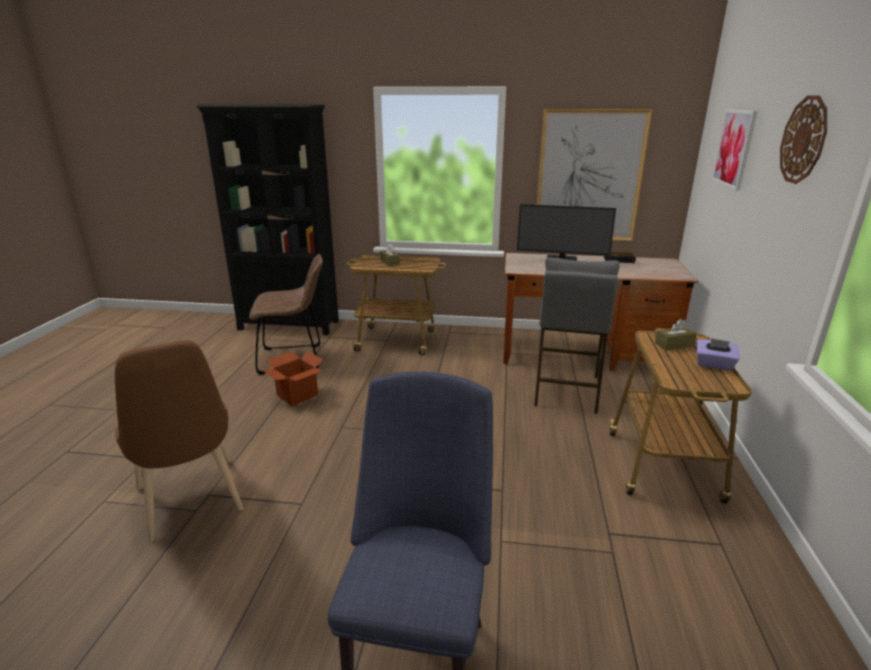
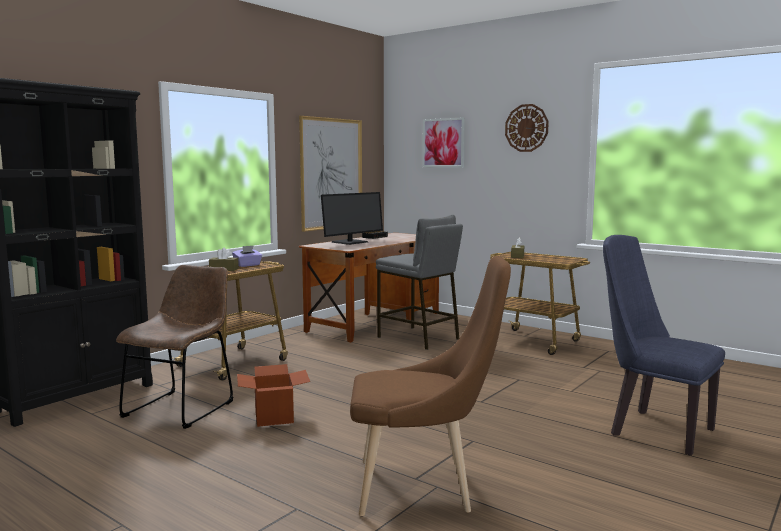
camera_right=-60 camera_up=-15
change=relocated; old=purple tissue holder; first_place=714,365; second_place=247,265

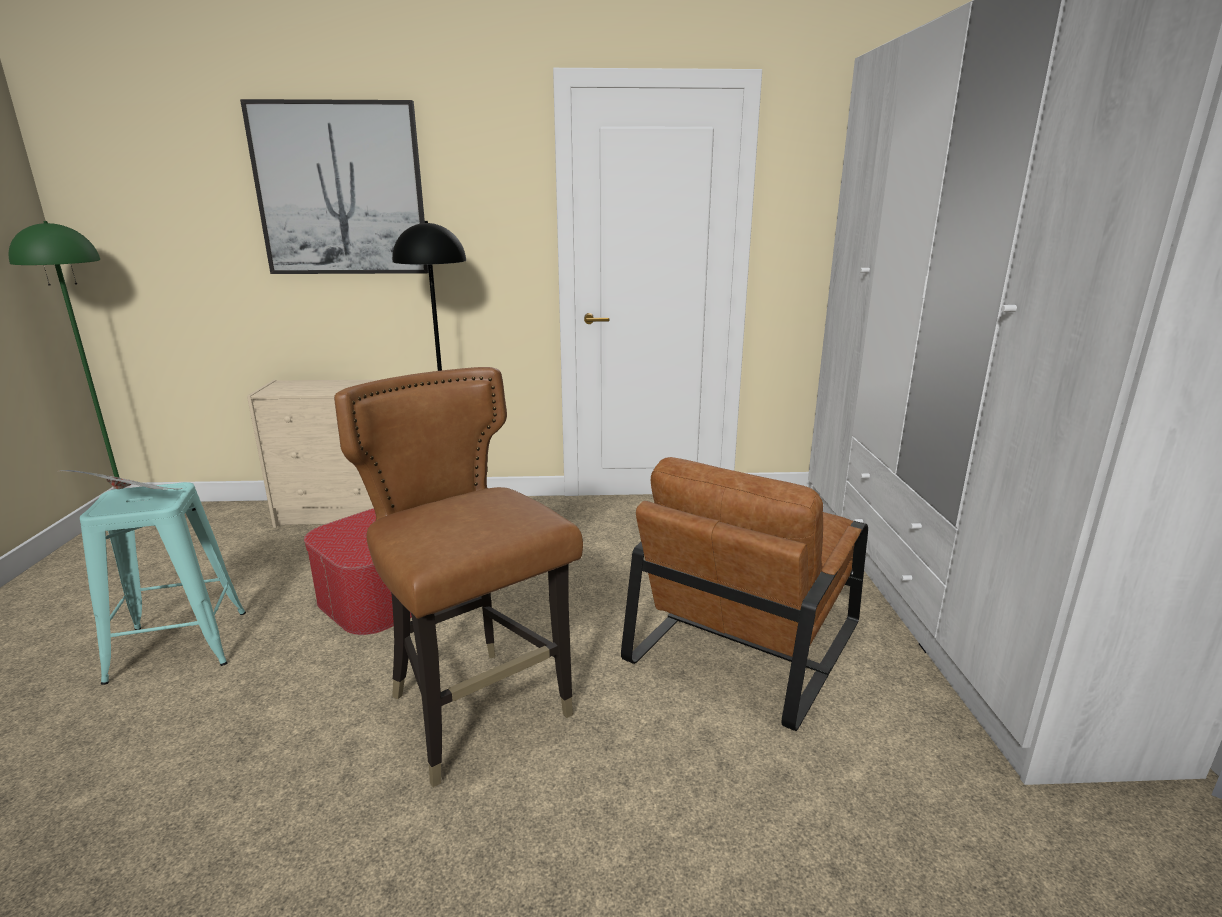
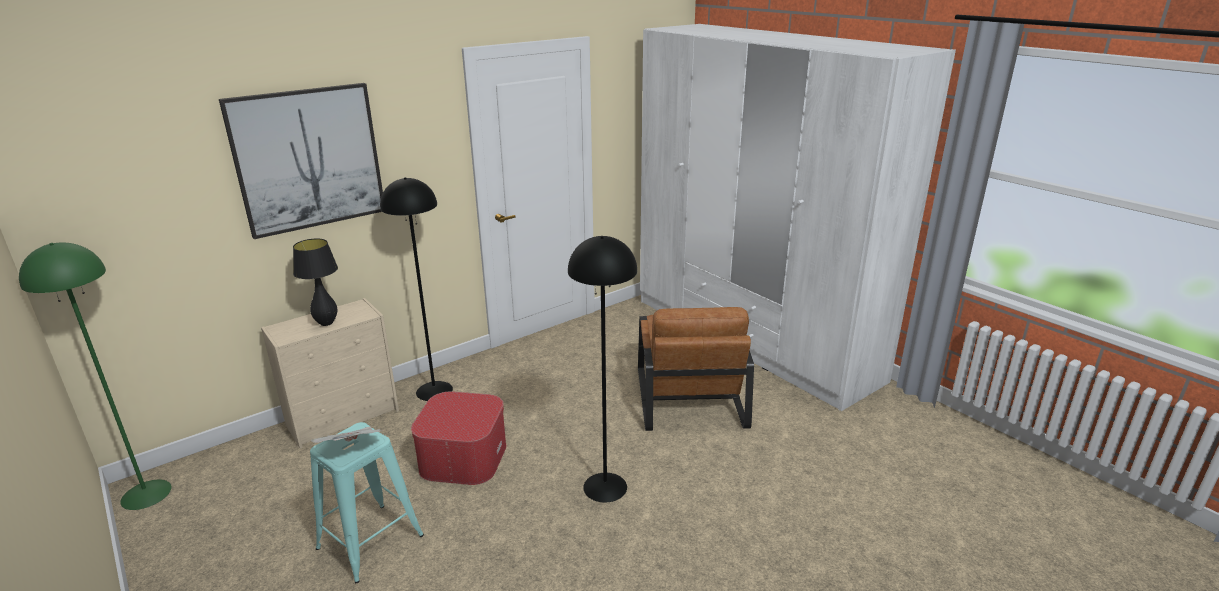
camera_right=-35 camera_up=5
change=appeared; new=blackish table lamp; second_place=326,323
change=exchanged; old=brown chair; new=blackish standard lamp; first_place=477,711; second_place=605,486

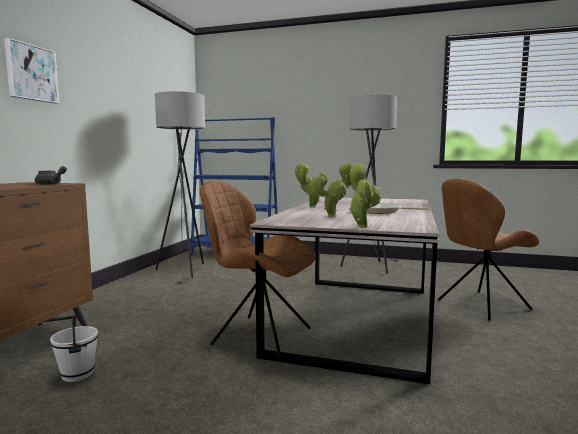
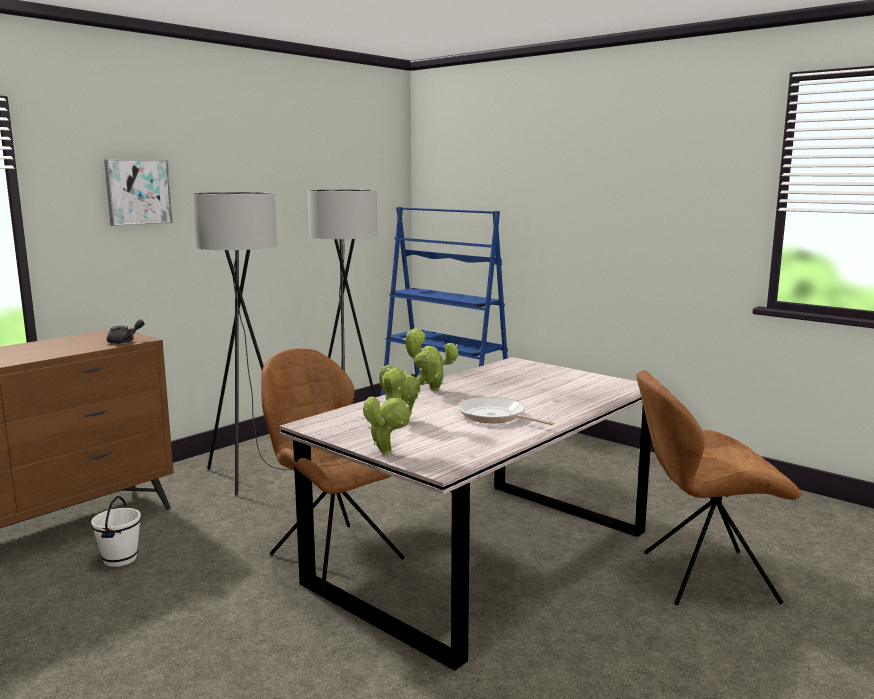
camera_right=25 camera_up=5
change=relocated; old=greyish standard lamp; first_place=370,266; second_place=253,475

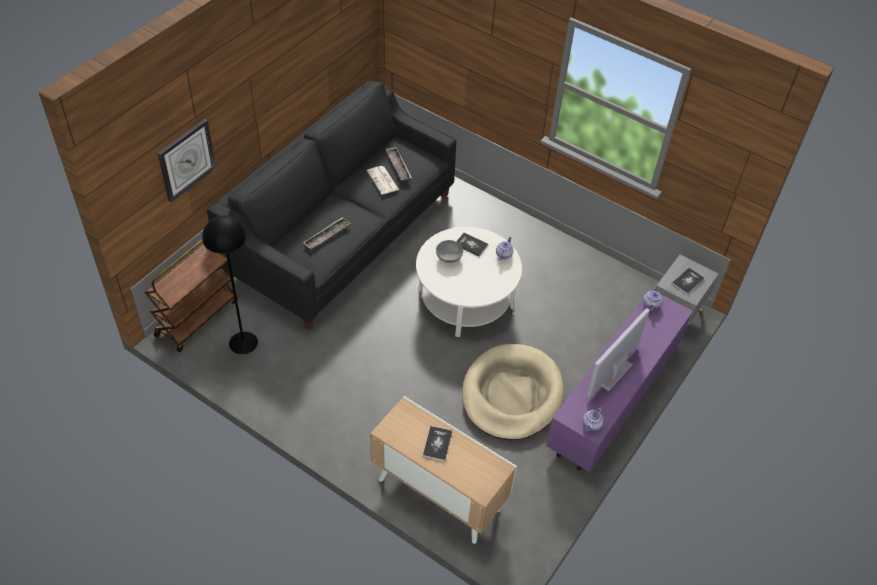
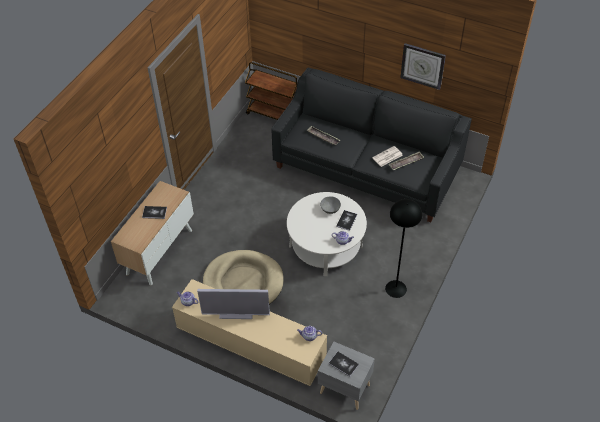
camera_right=85 camera_up=0
change=relocated; old=hanging clock; first_place=186,160; second_place=422,66
change=relocated; old=blackish standard lamp; first_place=243,342; second_place=396,289
change=colour; old=purple media console; new=beige-coloured media console; first_place=612,399; second_place=250,346
change=spun; old=TV; first_place=614,373; second_place=236,313; degrees=150

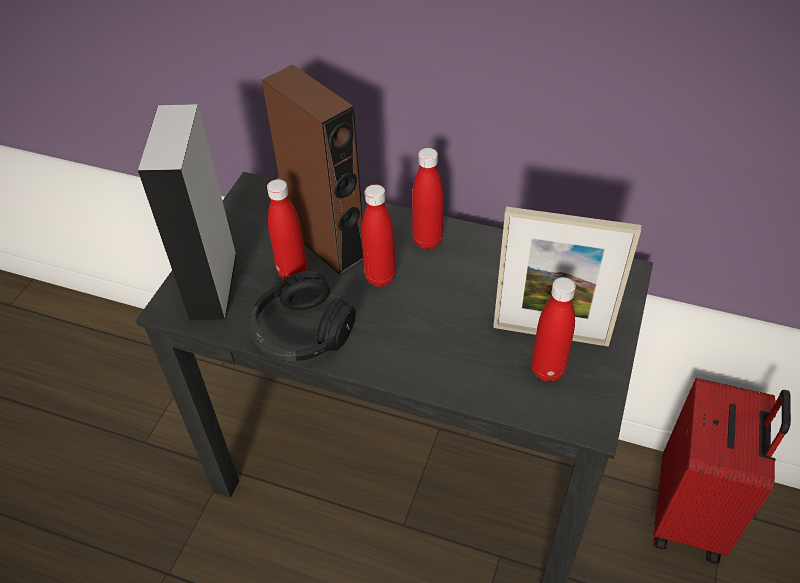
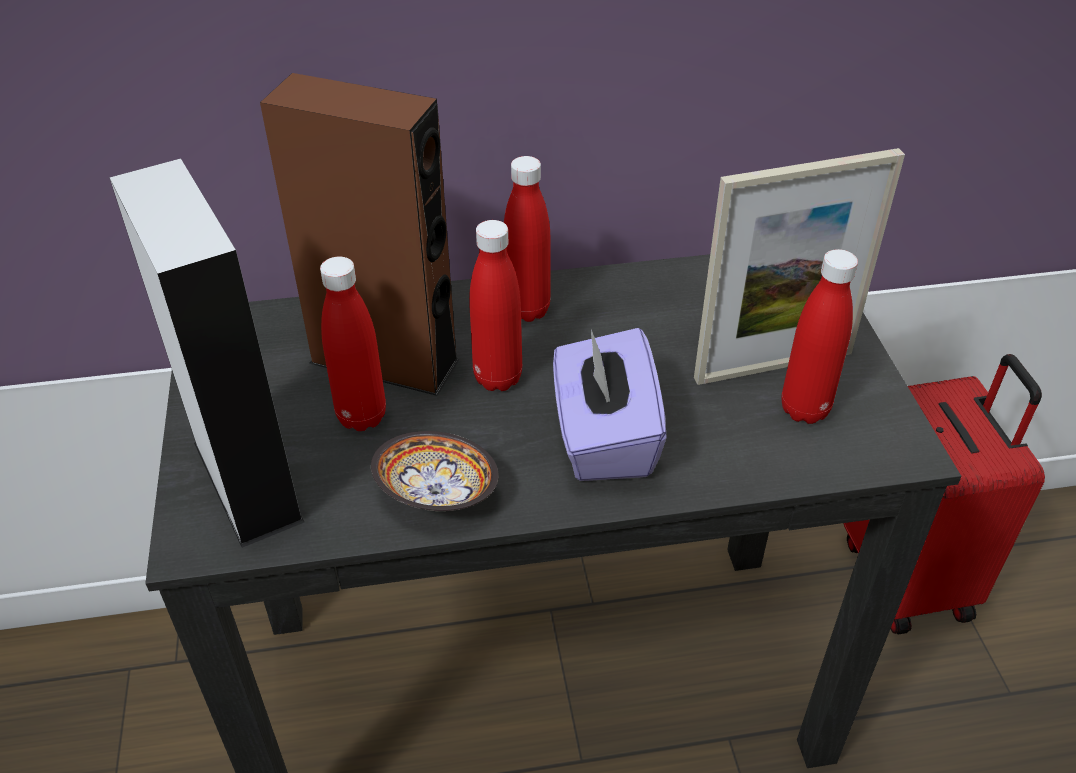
camera_right=-30 camera_up=-5
change=appeared; new=purple tissue holder; second_place=603,437
change=exchanged; old=blackish headphones; new=bowl; first_place=300,332; second_place=437,493

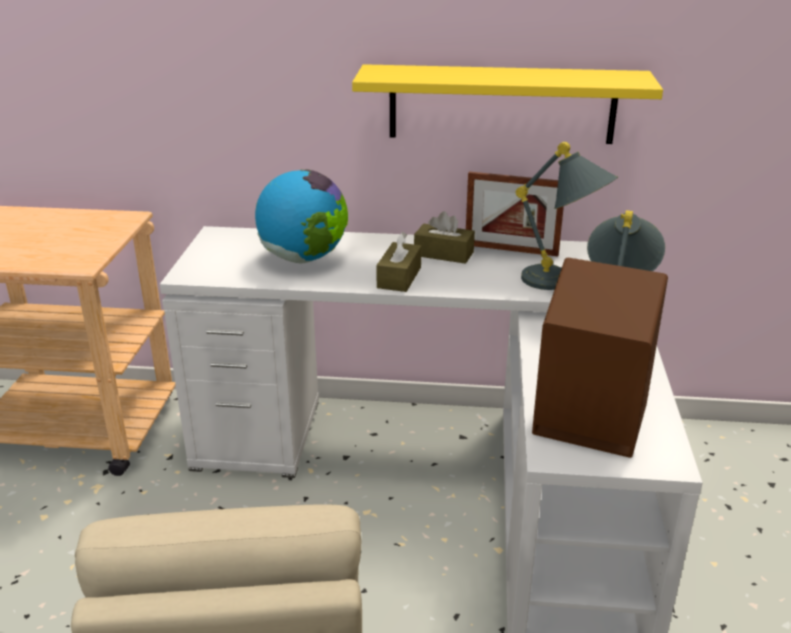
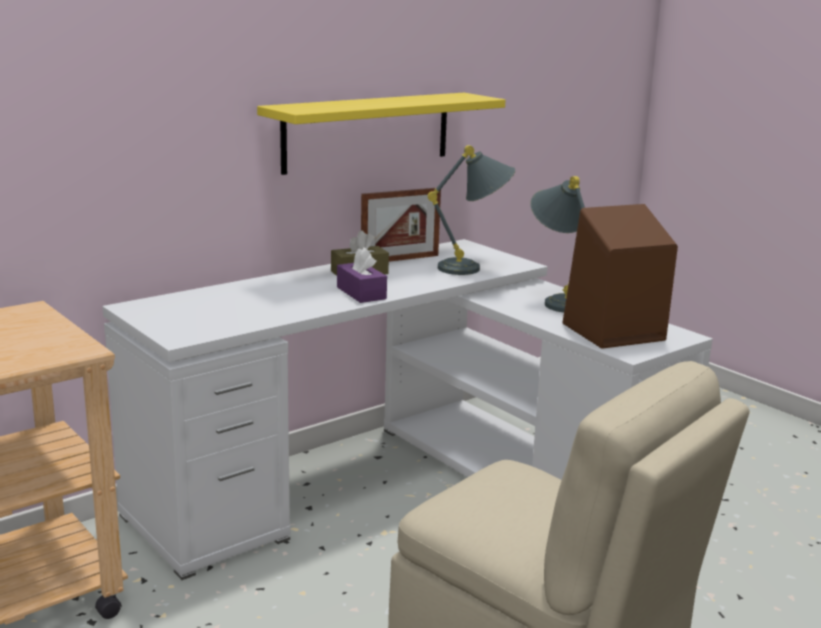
camera_right=-45 camera_up=-10
change=missing; old=desk globe; first_place=304,259
change=colour; old=brown tissue holder; new=purple tissue holder; first_place=399,277; second_place=361,293

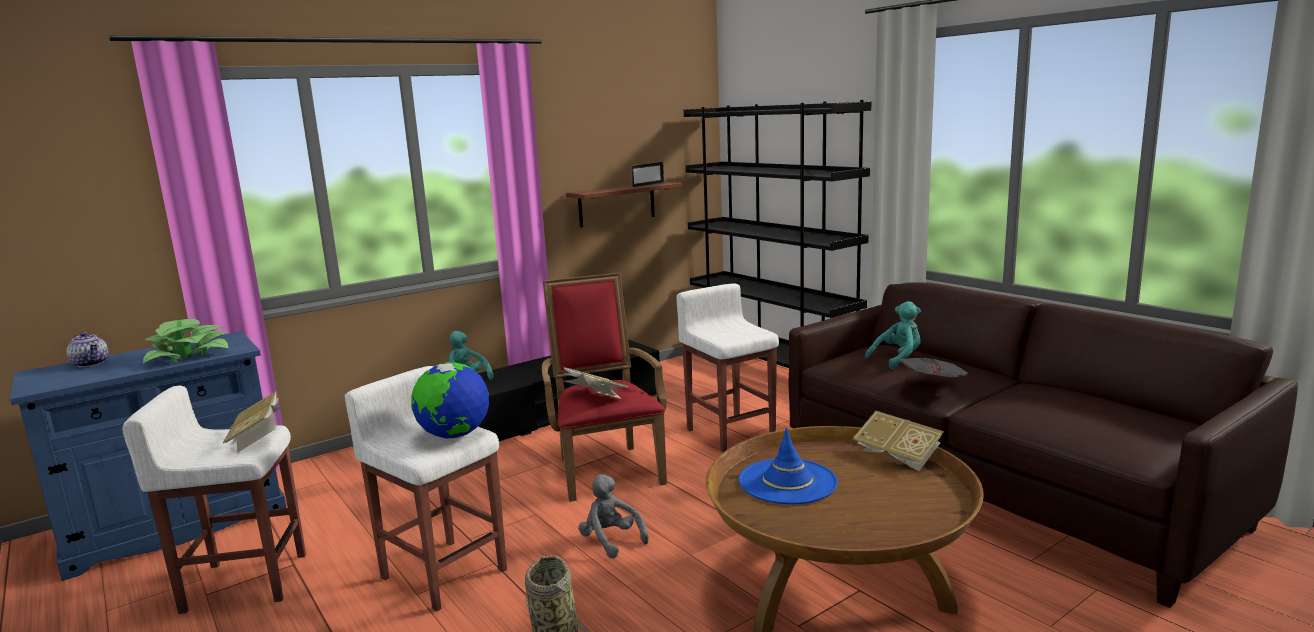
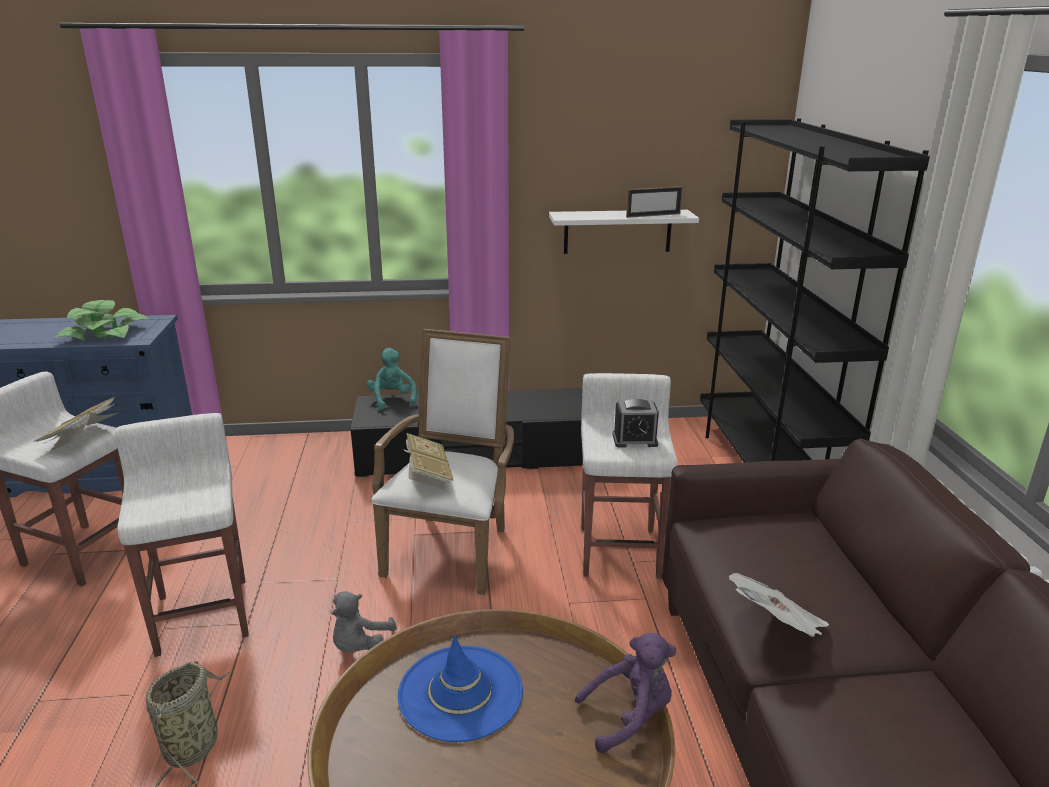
camera_right=30 camera_up=10
change=missing; old=pot for tea; first_place=91,363
change=missing; old=desk globe; first_place=454,435
change=missing; old=blue-green plush toy; first_place=897,359
change=appeared; new=table clock; second_place=634,439
change=exchanged; old=bound book; new=purple plush toy; first_place=897,456; second_place=629,717
change=colour; old=red armchair; new=white armchair; first_place=605,468; second_place=452,547
change=colour; old=brown bracket shelf; new=white bracket shelf; first_place=617,204; second_place=617,231
change=spun; old=greyish plush toy; first_place=611,541; second_place=360,646; degrees=-150

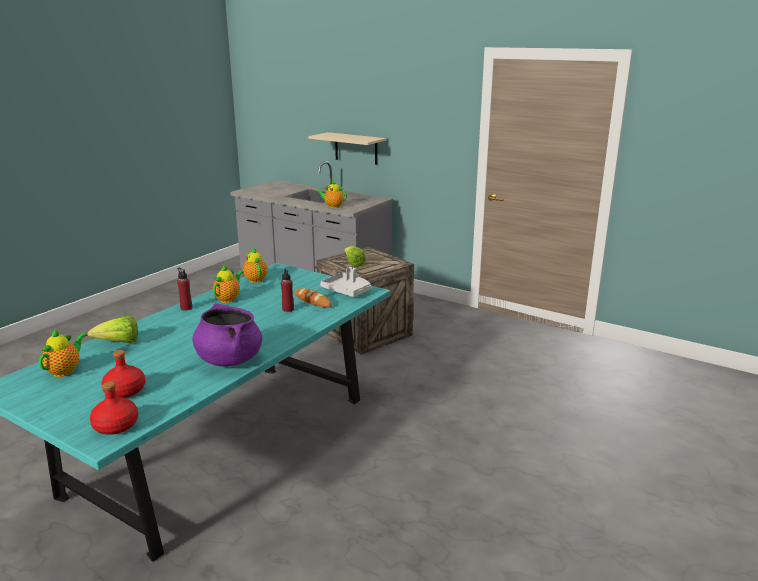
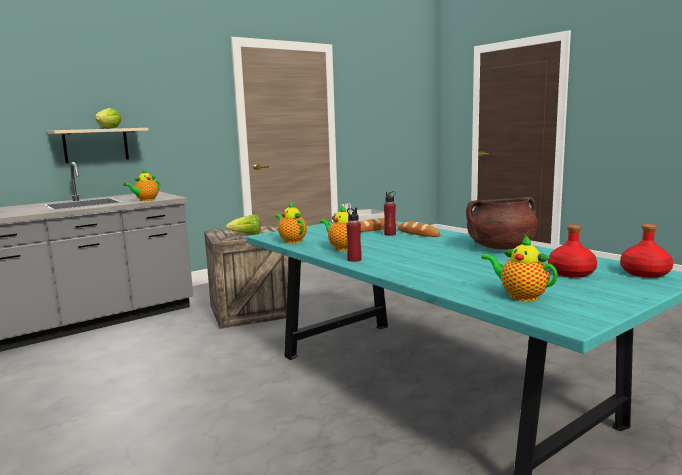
camera_right=-70 camera_up=-10
change=appeared; new=bakery bread; second_place=418,233
change=relocated; old=head of lettuce; first_place=119,343; second_place=108,128
change=colour; old=purple stockpot; new=brown stockpot; first_place=229,359; second_place=500,247
change=spun; old=pot for tea; first_place=255,279; second_place=291,241; degrees=60

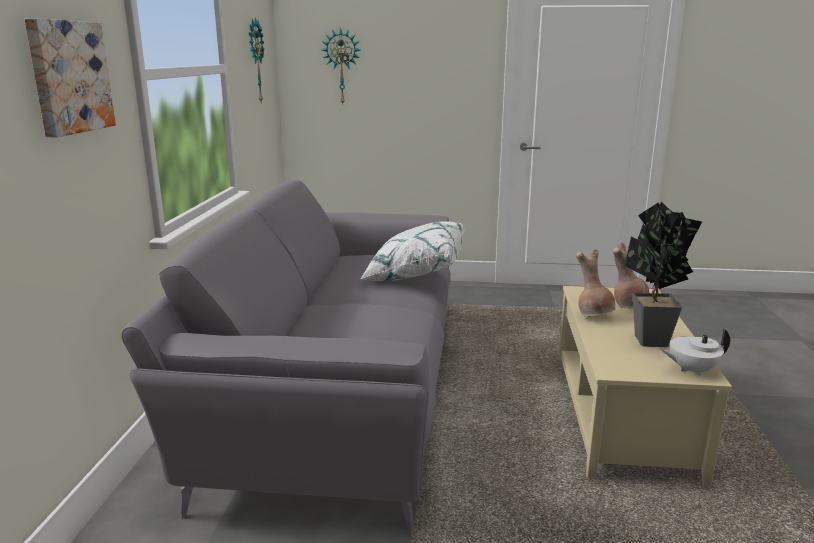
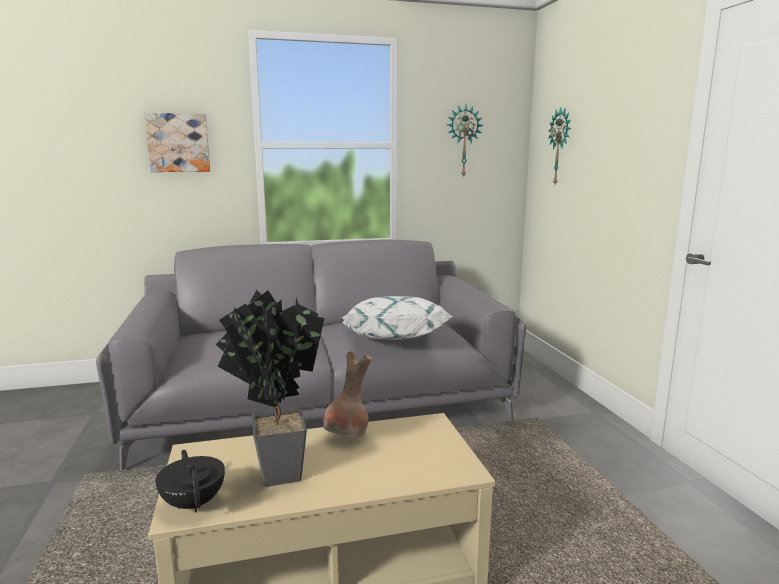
camera_right=70 camera_up=-5
change=missing; old=brown decorative vase; first_place=628,305
change=colour; old=white pot for tea; new=blackish pot for tea; first_place=691,370; second_place=194,502

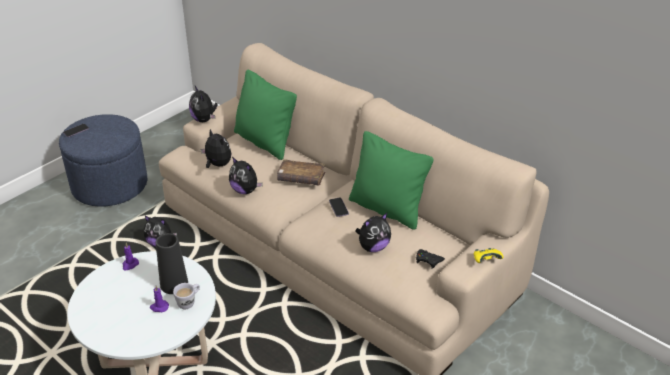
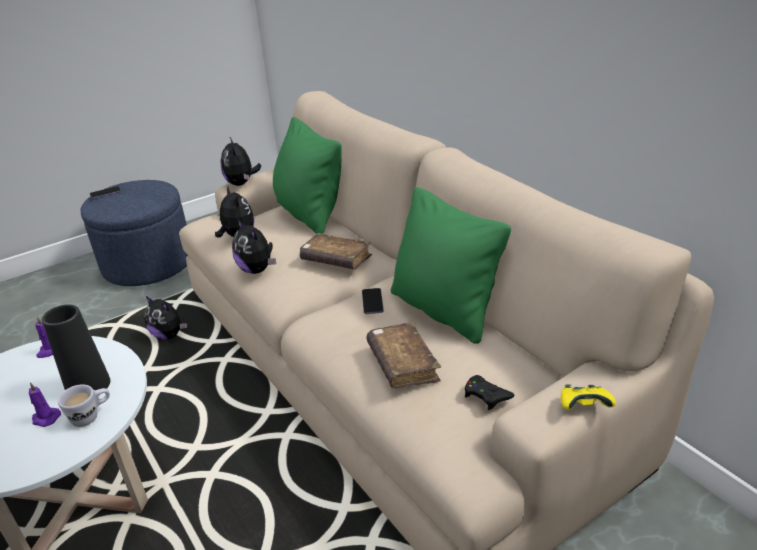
camera_right=15 camera_up=-5
change=exchanged; old=plush toy; new=brown bound book; first_place=373,247; second_place=402,364

